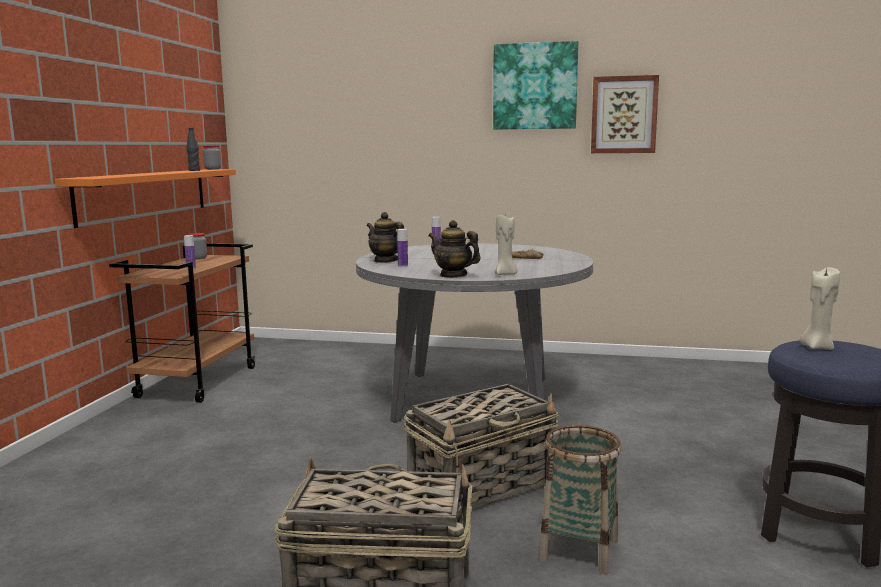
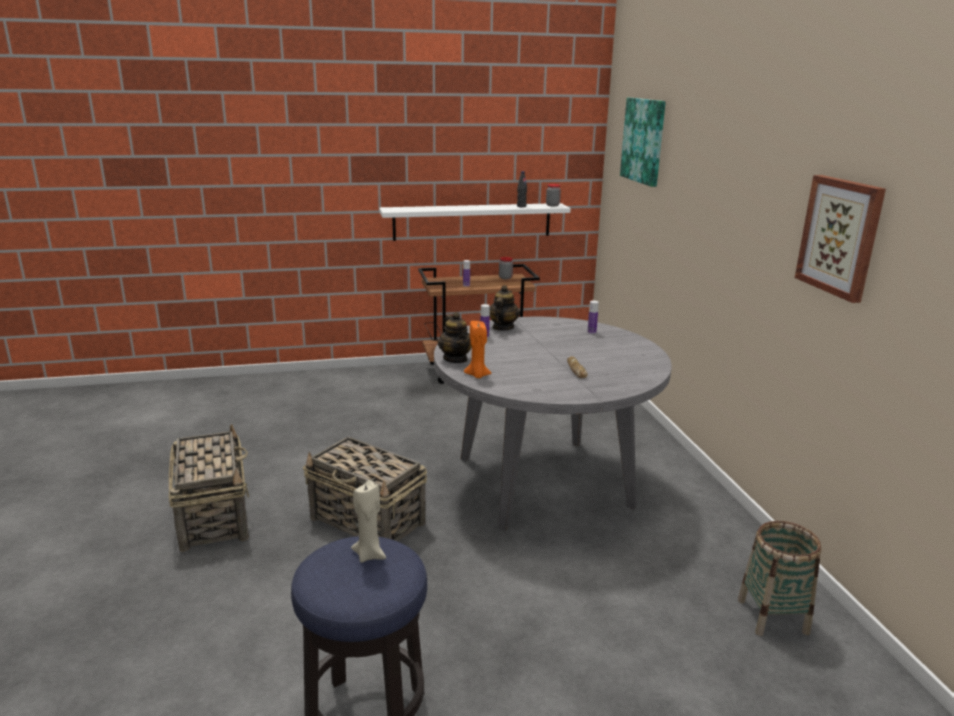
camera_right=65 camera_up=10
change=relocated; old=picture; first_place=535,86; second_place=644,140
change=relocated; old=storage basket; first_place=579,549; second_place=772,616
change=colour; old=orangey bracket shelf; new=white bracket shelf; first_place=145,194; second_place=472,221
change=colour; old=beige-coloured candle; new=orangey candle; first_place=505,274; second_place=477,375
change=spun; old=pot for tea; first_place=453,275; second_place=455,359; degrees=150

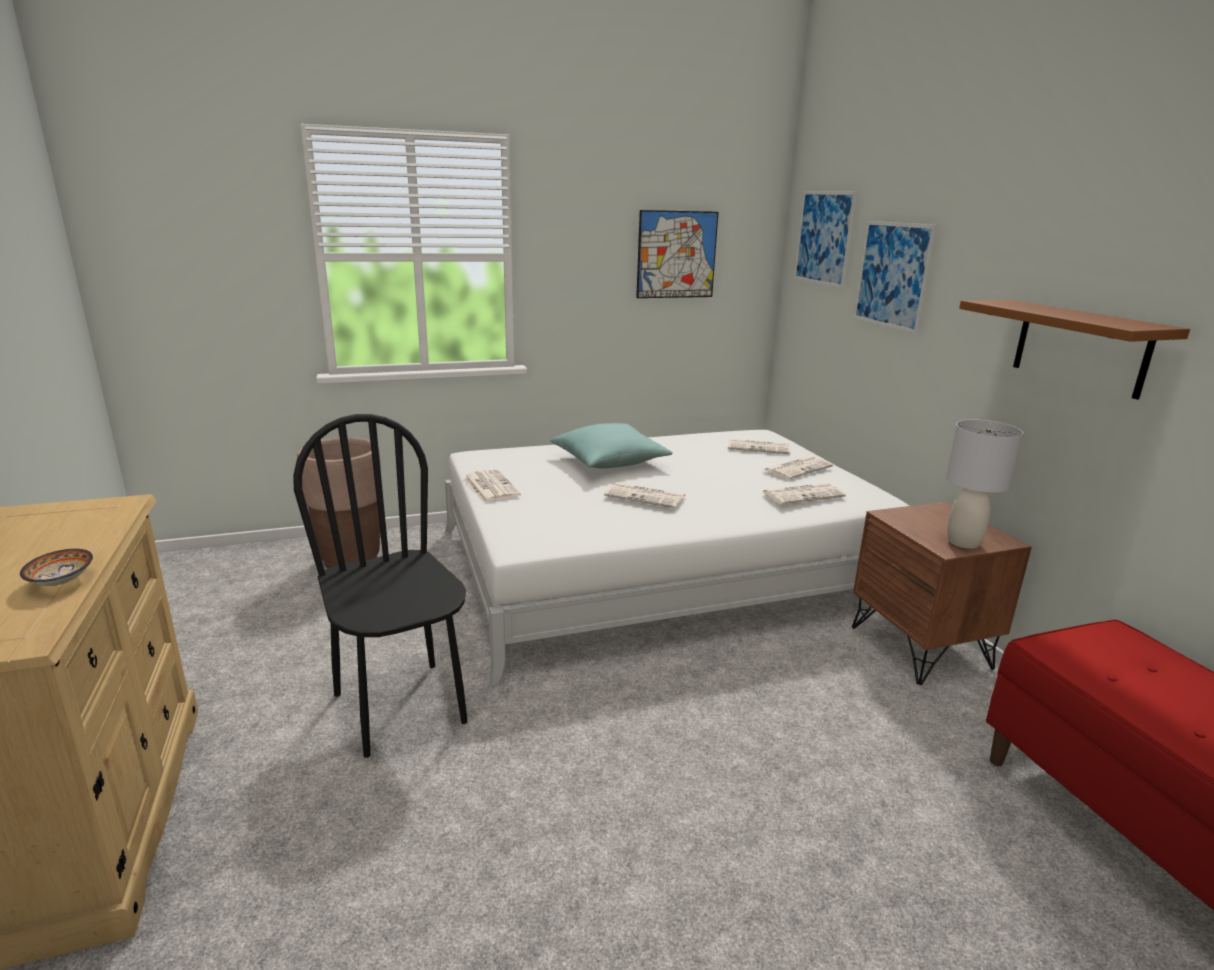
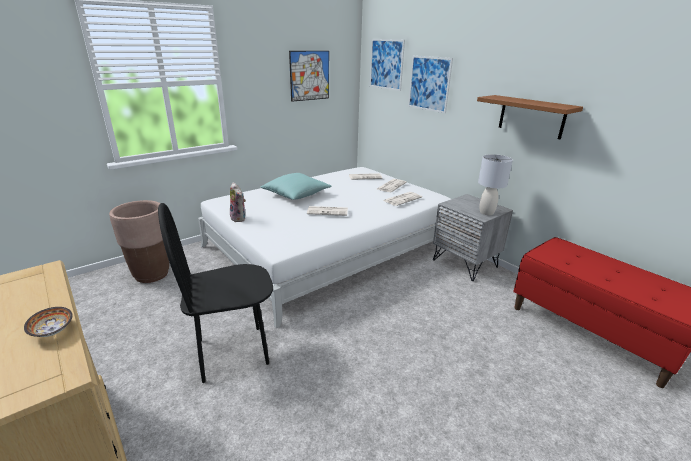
camera_right=-20 camera_up=5
change=exchanged; old=printed paper; new=plush toy; first_place=490,486; second_place=239,218
change=colour; old=brown nightstand; new=greyish nightstand; first_place=921,647; second_place=465,263
change=spun; old=blackish chair; first_place=401,707; second_place=232,352; degrees=-60

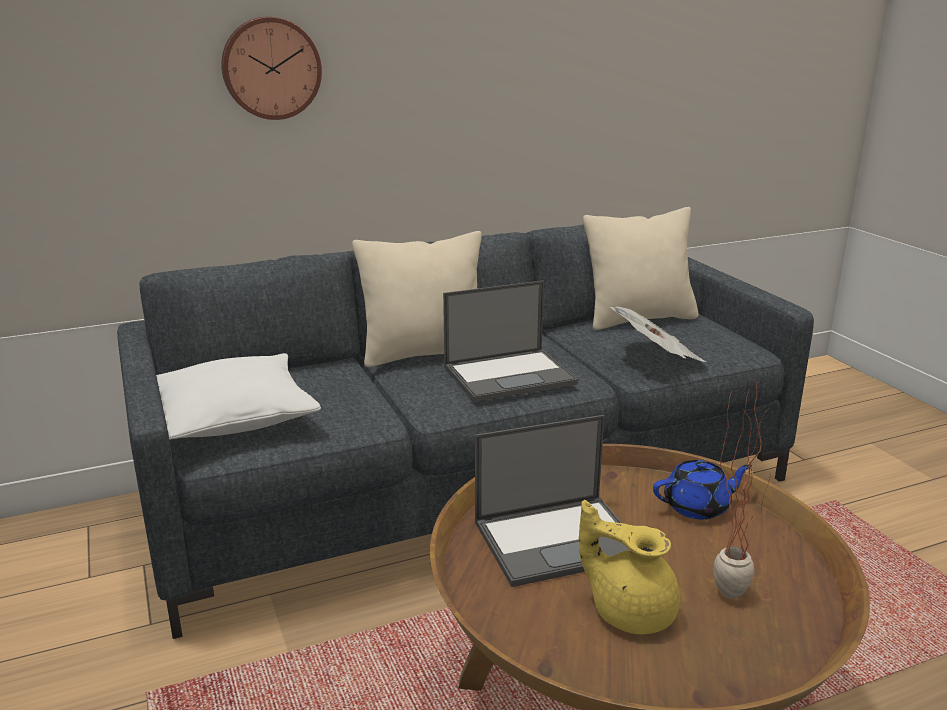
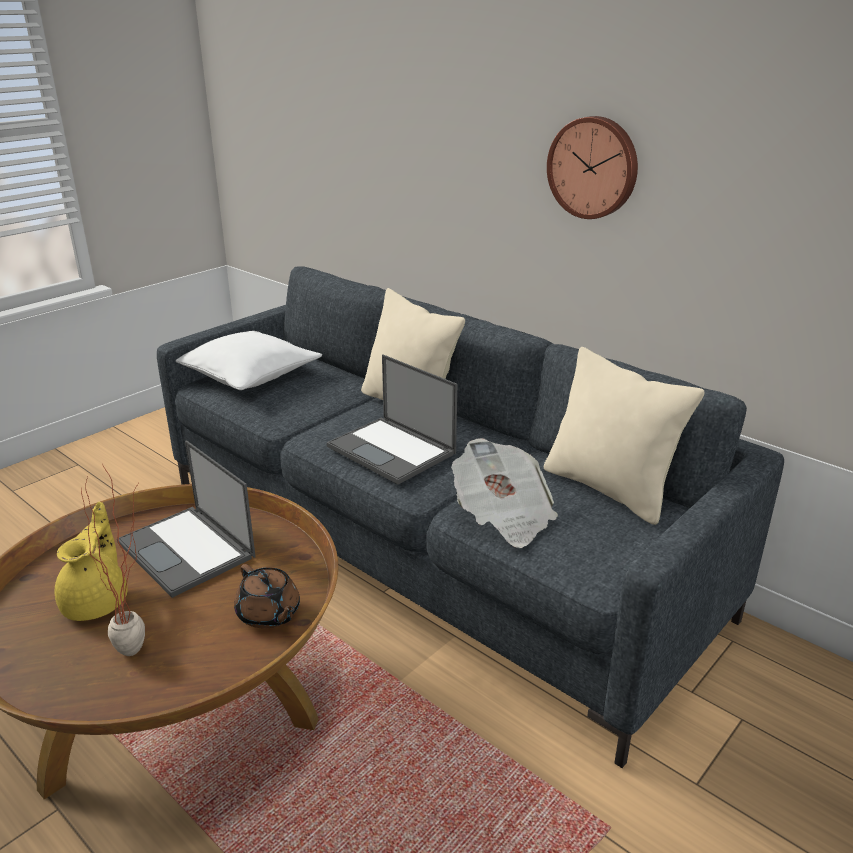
camera_right=65 camera_up=5
change=relocated; old=hanging clock; first_place=271,68; second_place=593,167
change=colour; old=bluish pot for tea; new=brown pot for tea; first_place=698,507; second_place=269,614

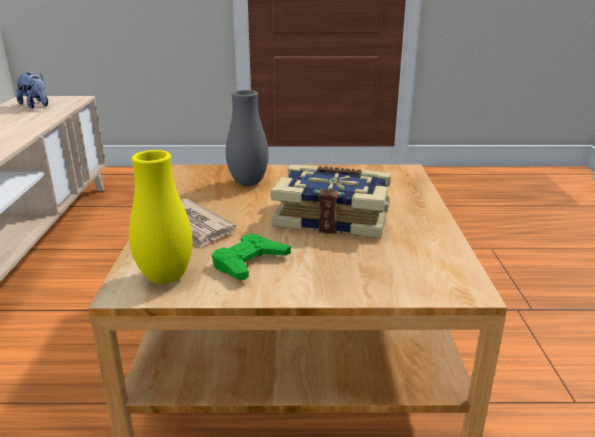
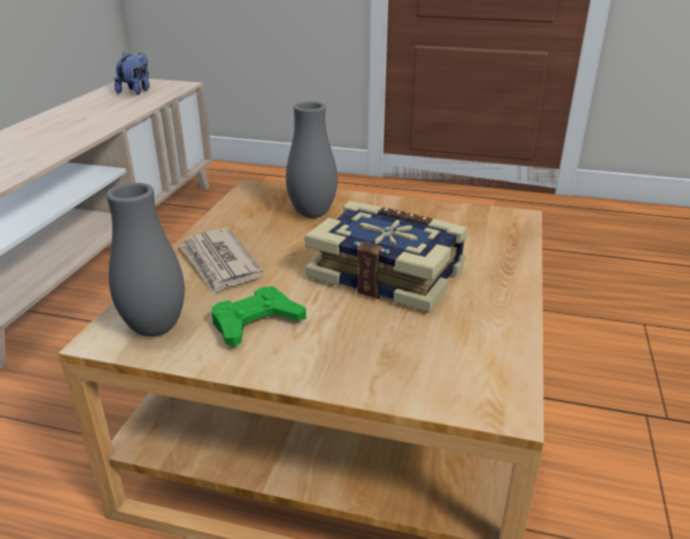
camera_right=15 camera_up=5
change=colour; old=yellowish decorative vase; new=greyish decorative vase; first_place=165,278; second_place=155,328
change=spun; old=plush toy; first_place=36,106; second_place=136,91; degrees=-135

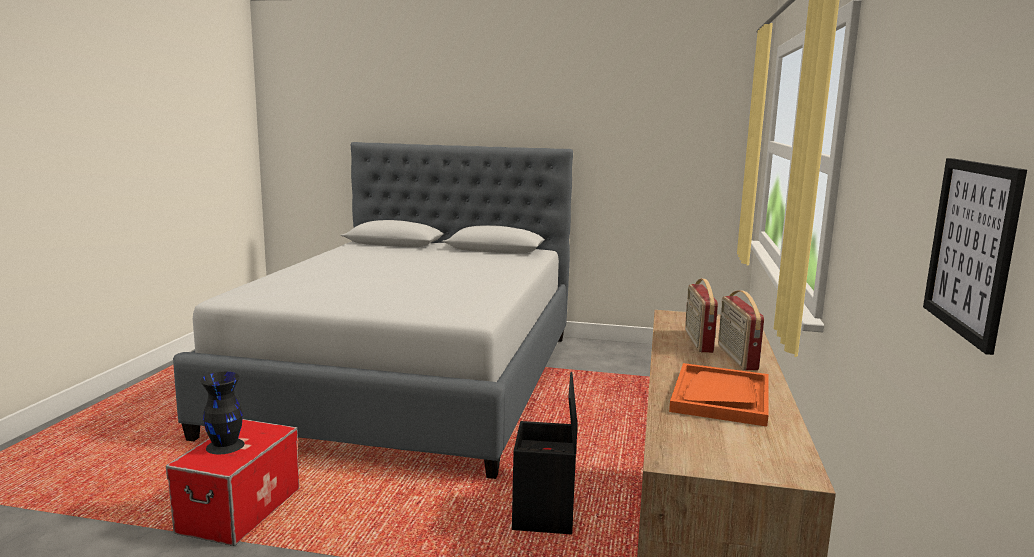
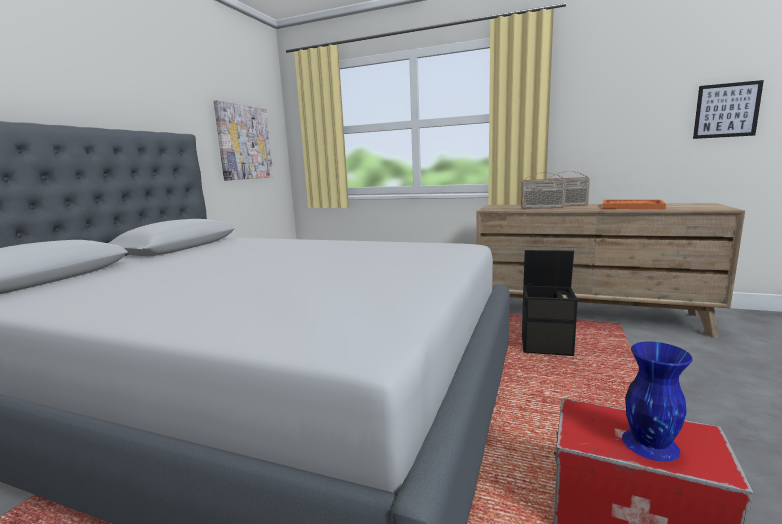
camera_right=-80 camera_up=0
change=appeared; new=picture; second_place=244,142
change=colour; old=blackish decorative vase; new=bluish decorative vase; first_place=226,446; second_place=650,443

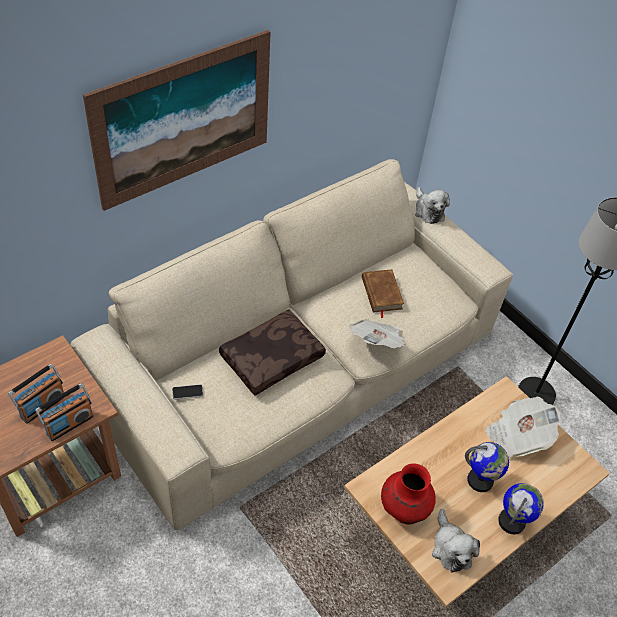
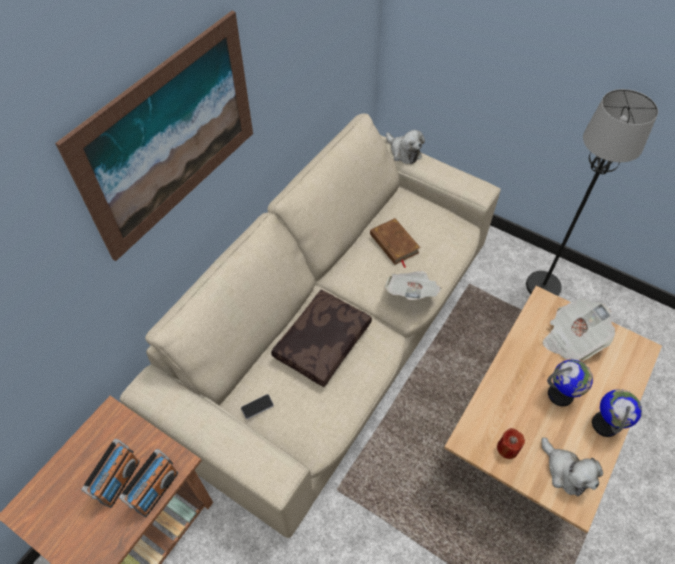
camera_right=-15 camera_up=5
change=exchanged; old=red decorative vase; new=red candle; first_place=404,508; second_place=507,448

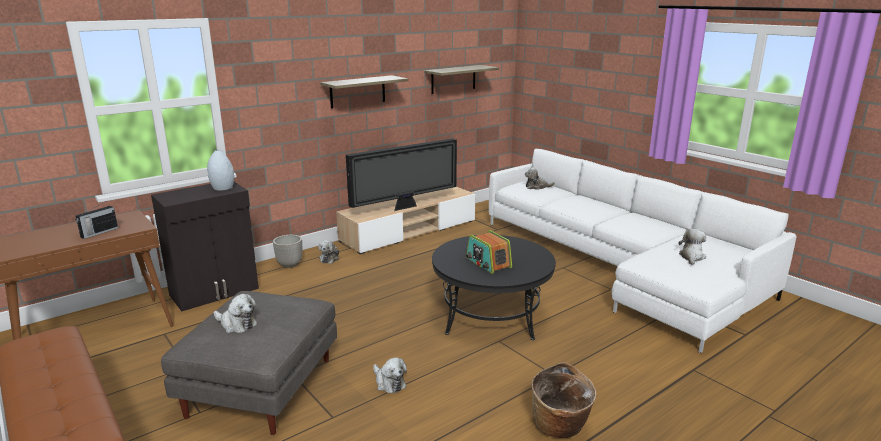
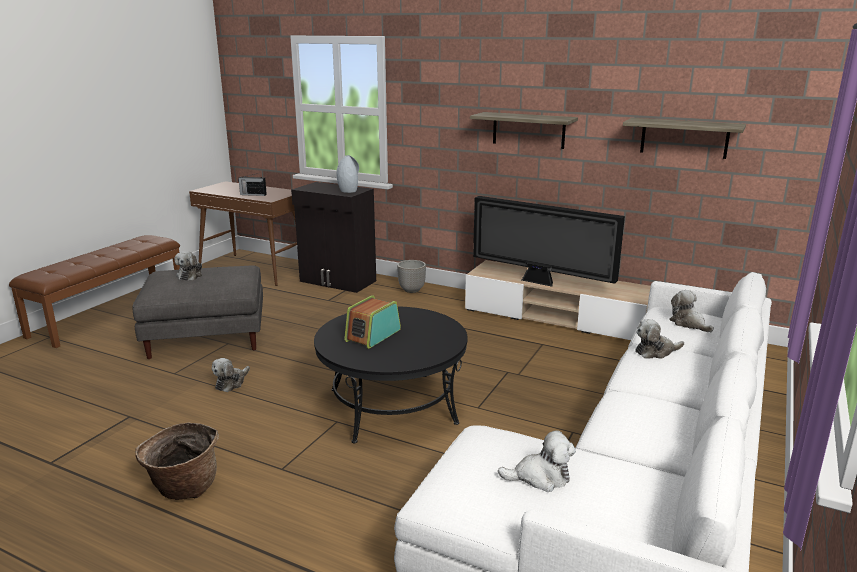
camera_right=65 camera_up=0
change=relocated; old=plush toy; first_place=330,258; second_place=655,352

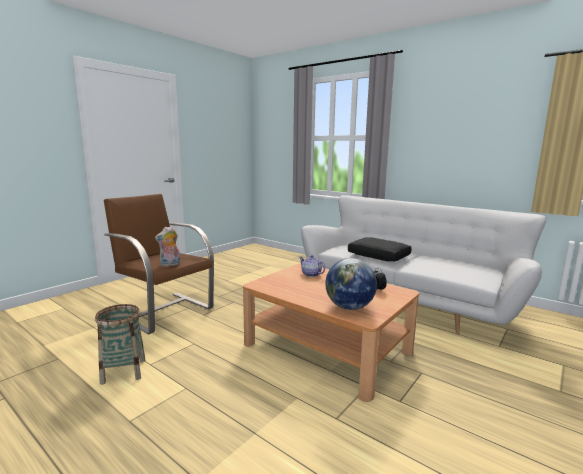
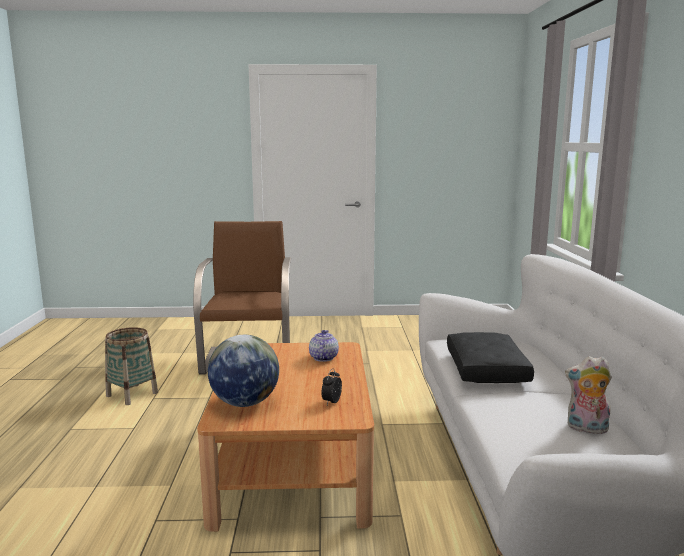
camera_right=50 camera_up=0
change=relocated; old=plush toy; first_place=170,265; second_place=586,429

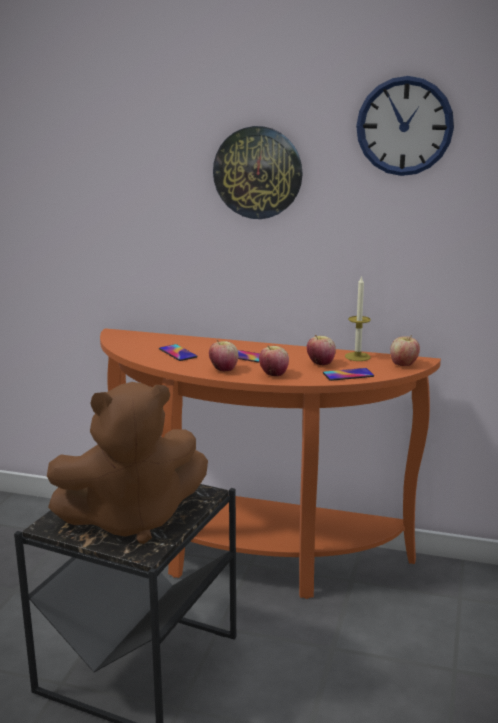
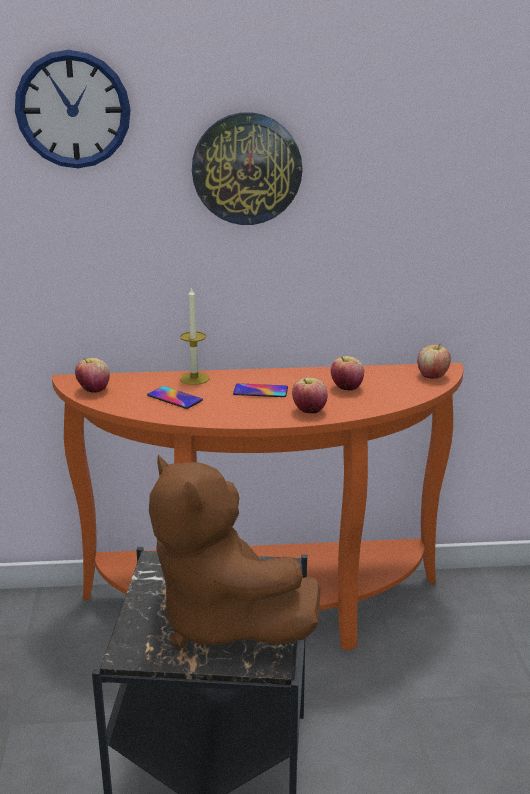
camera_right=-20 camera_up=5
change=missing; old=telephone; first_place=348,375
change=relocated; old=apple fruit; first_place=223,369; second_place=94,390
change=relocated; old=candle; first_place=357,356; second_place=194,378
change=relocated; old=hanging clock; first_place=404,126; second_place=73,110
change=spun; old=brown plush toy; first_place=131,520; second_place=222,621; degrees=90

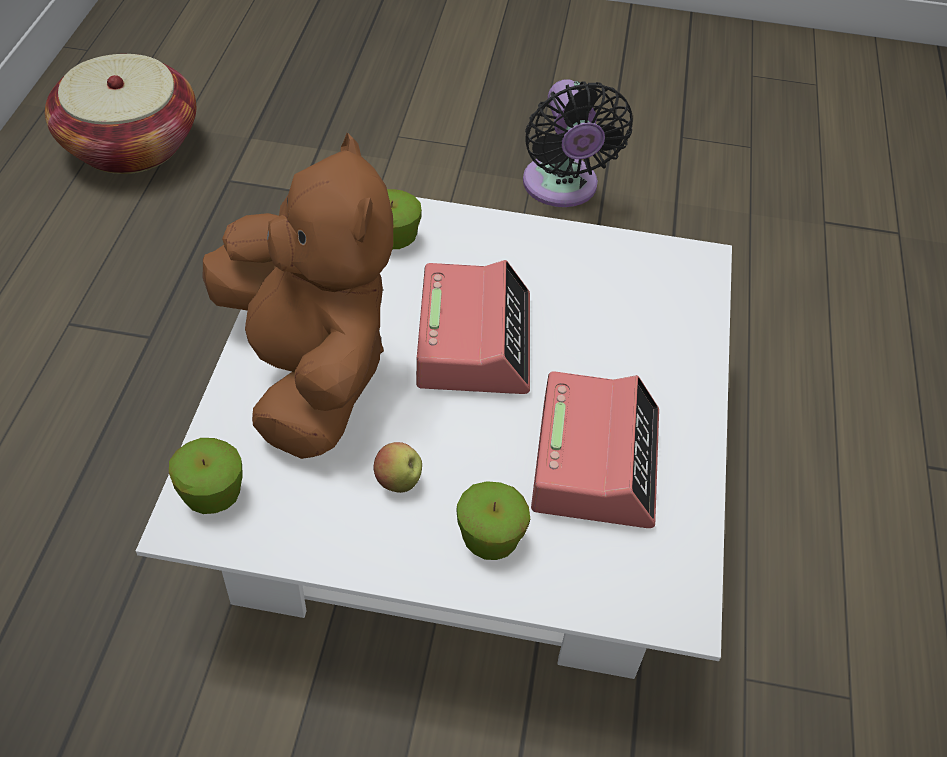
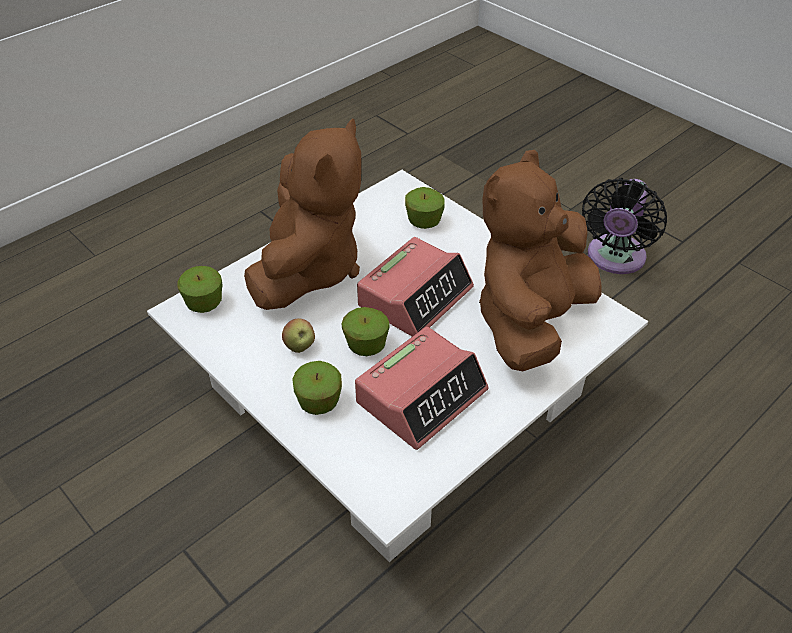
camera_right=40 camera_up=-5
change=missing; old=storage basket; first_place=130,145
change=appeared; new=apple fruit; second_place=366,345
change=appeared; new=brown plush toy; second_place=530,321

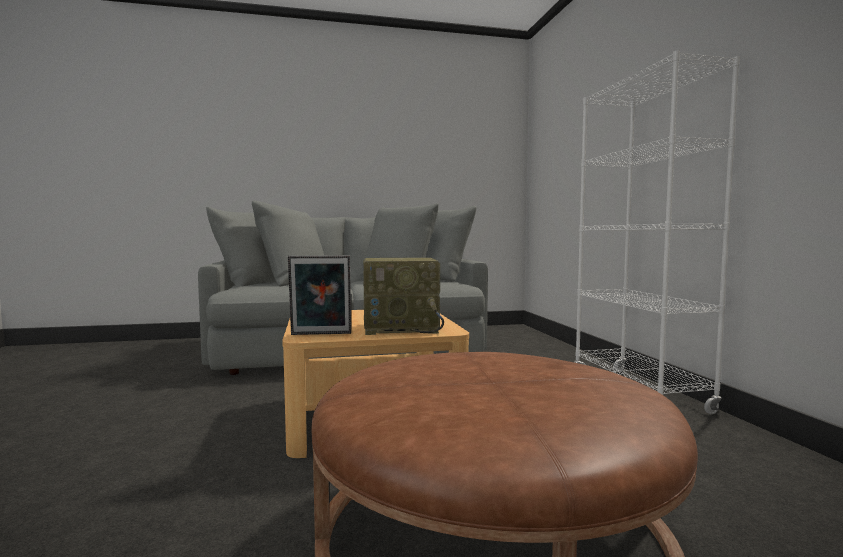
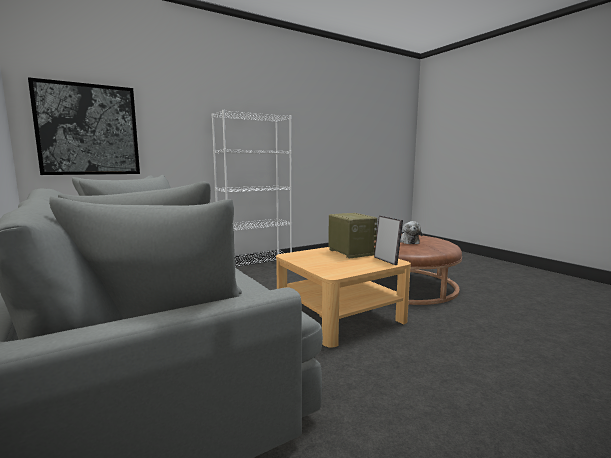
camera_right=-110 camera_up=5
change=appeared; new=picture; second_place=88,130
change=appeared; new=plush toy; second_place=409,241

